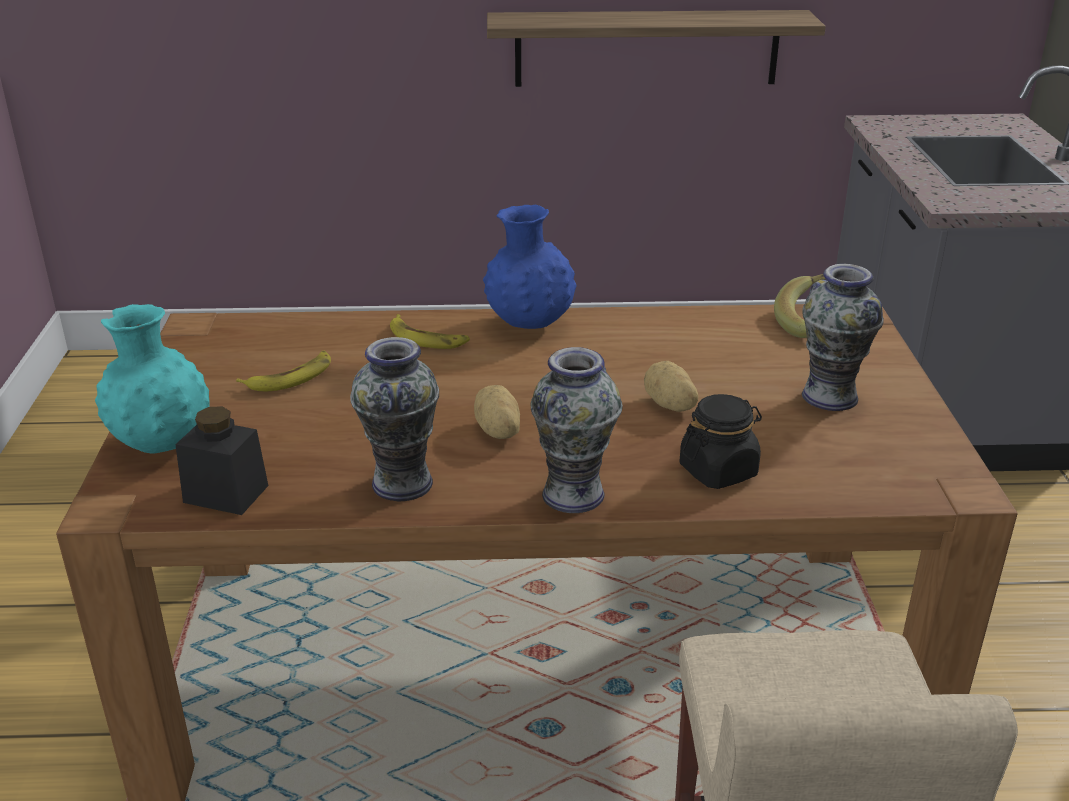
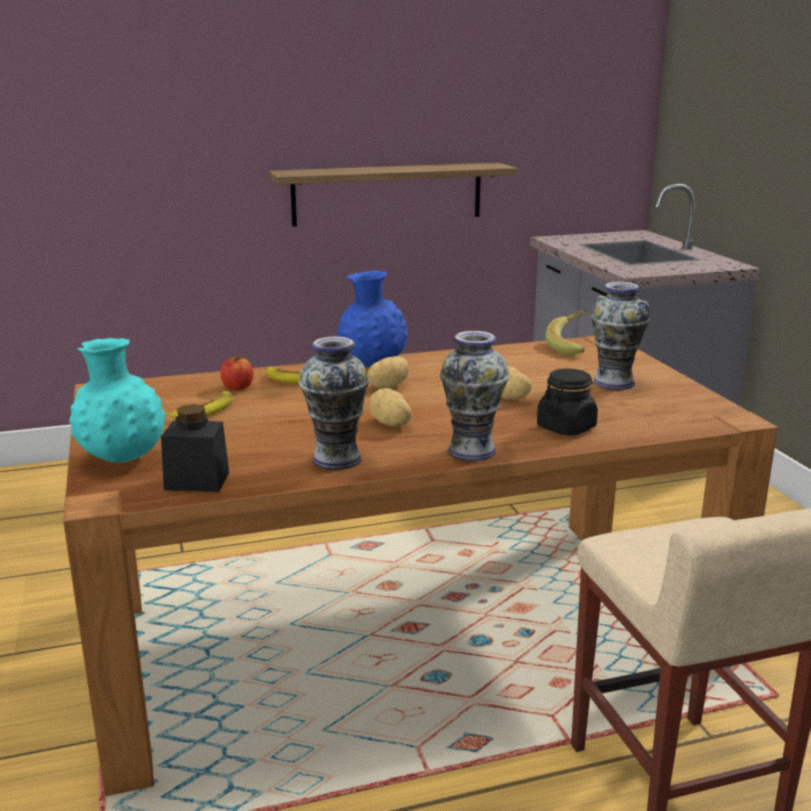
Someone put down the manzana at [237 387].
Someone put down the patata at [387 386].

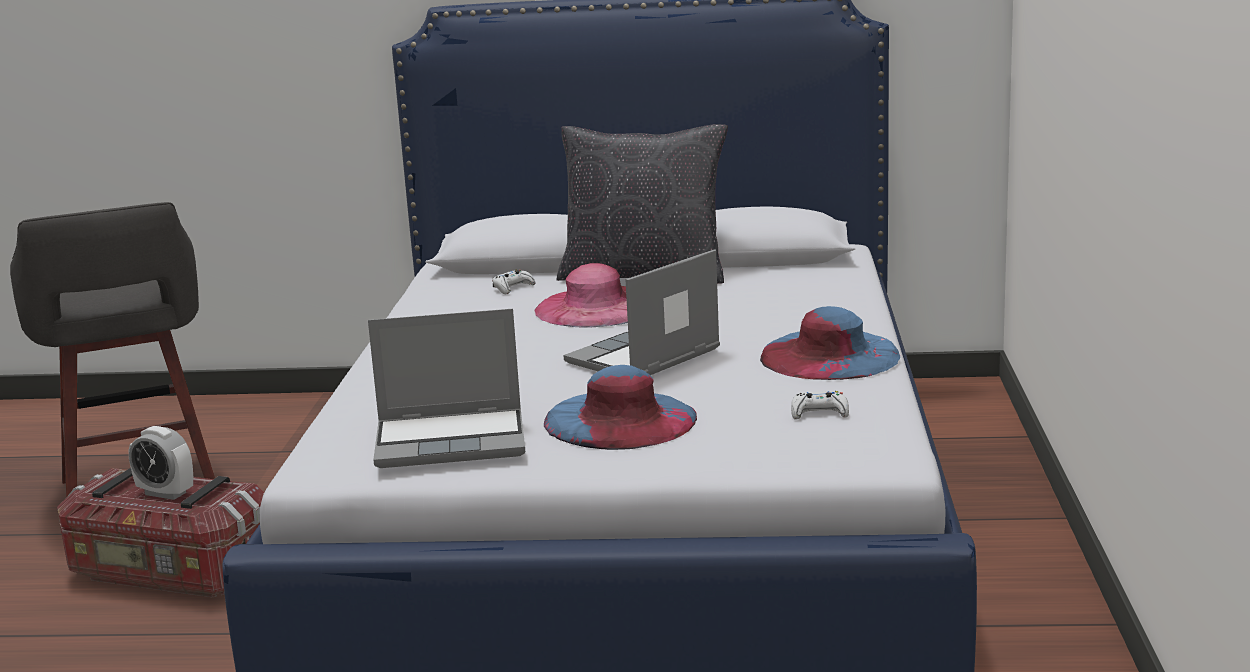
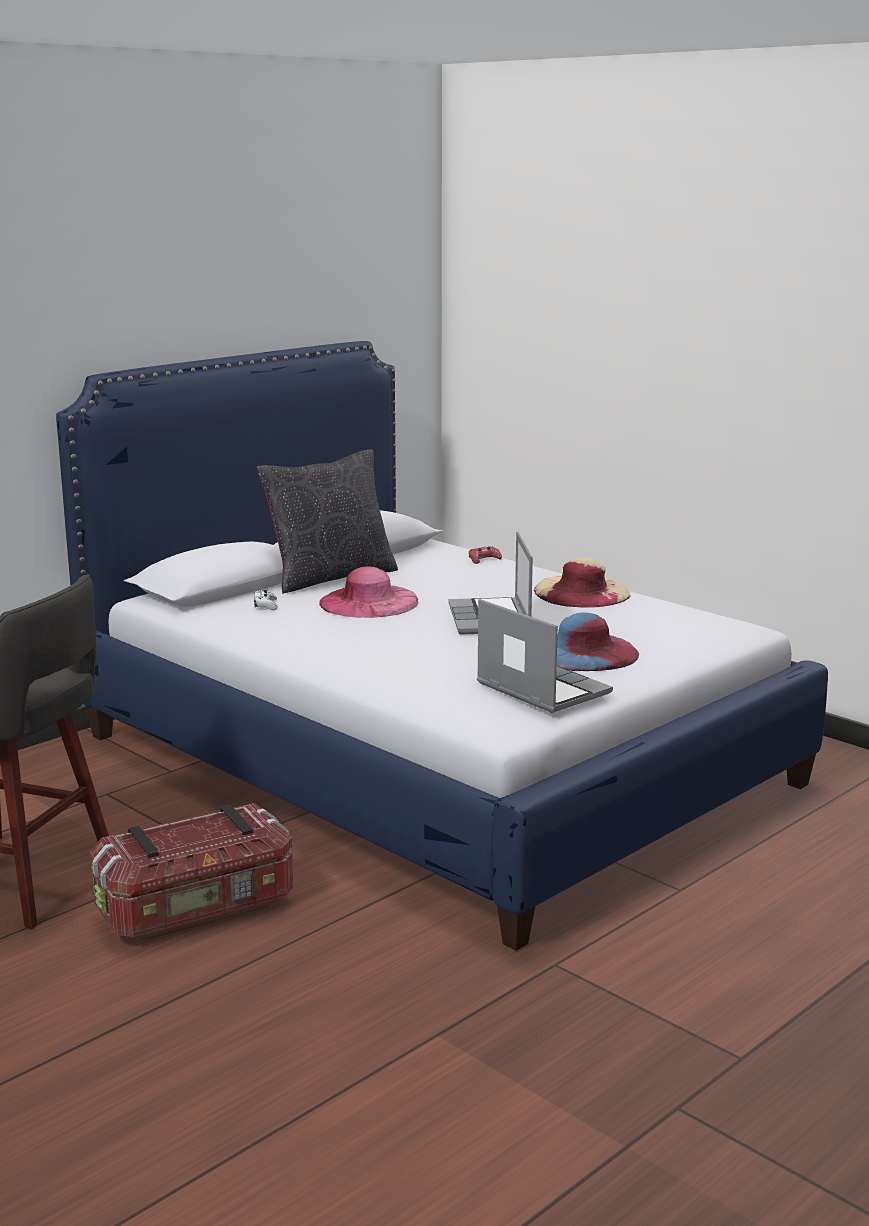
Someone took away the despertador at [165 493].
Someone rotated the portátil at [453 441] by 75 degrees counterclockwise.
Someone repainted the sombrero/azul at [830 356], which became the sombrero/beis at [581 592].
Someone took away the mando de consola/blanco at [819 413].
Someone put down the mando de consola/rojo at [483 559].

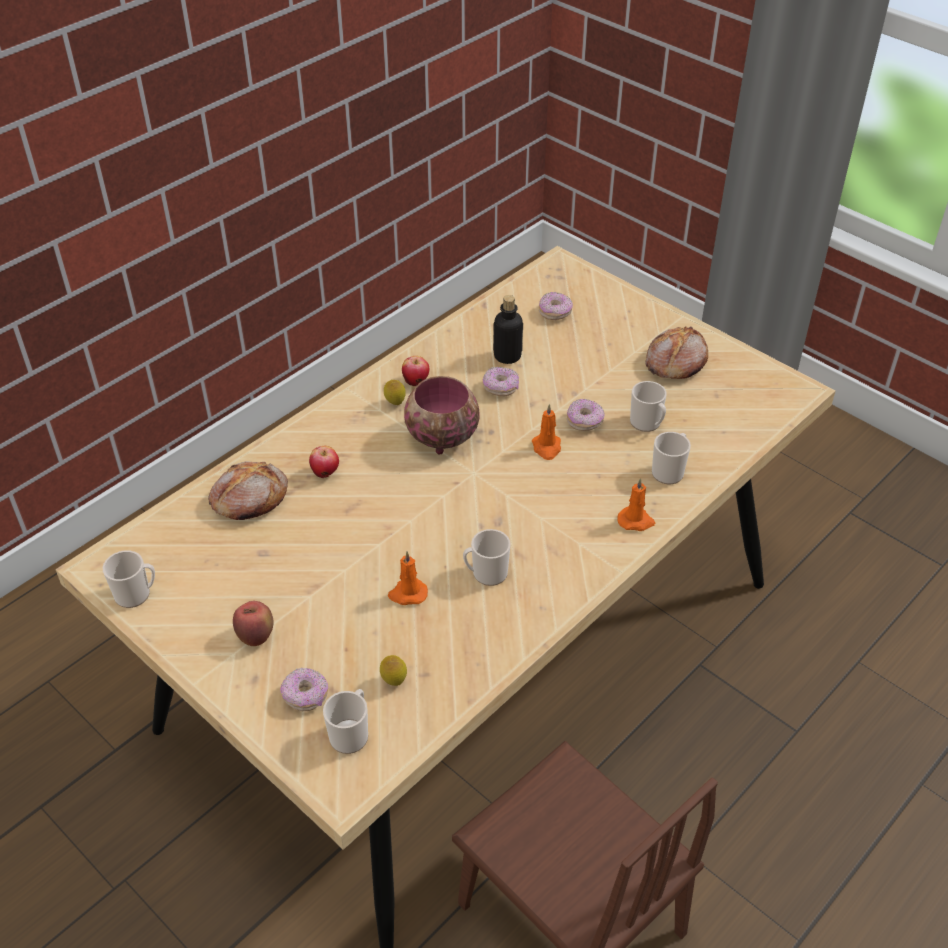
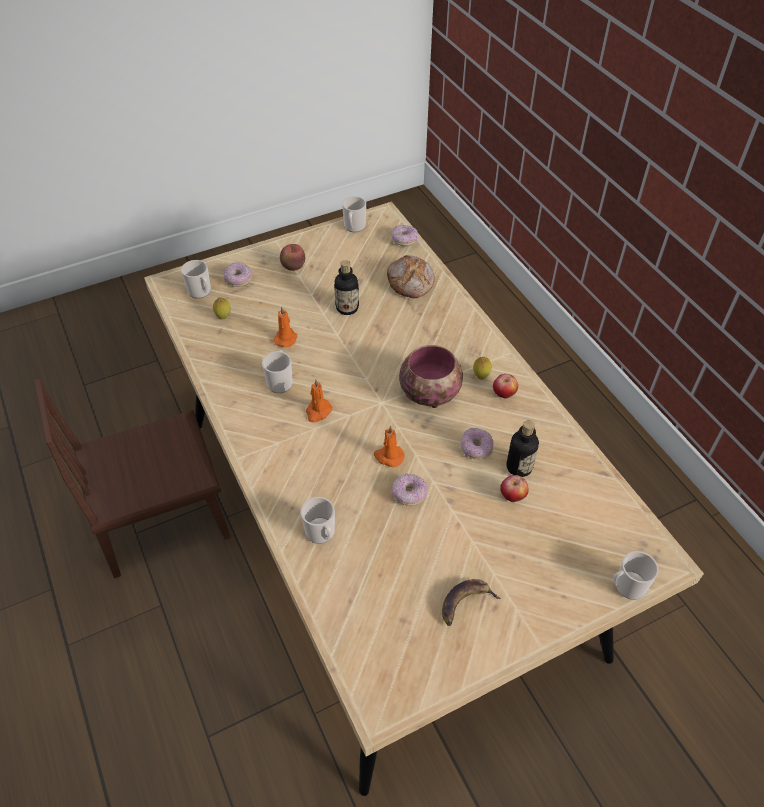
Someone carried the manzana from [325 473] to [512 497].
Someone carried the rosquilla from [555 313] to [404 240].
Someone carried the vela/naranja from [636 521] to [318 412].
Someone carried the taza grande from [647 423] to [627 586].
Someone swapped the pan at [674 362] for the plátano at [465 603].
Someone put down the botella at [347 308].

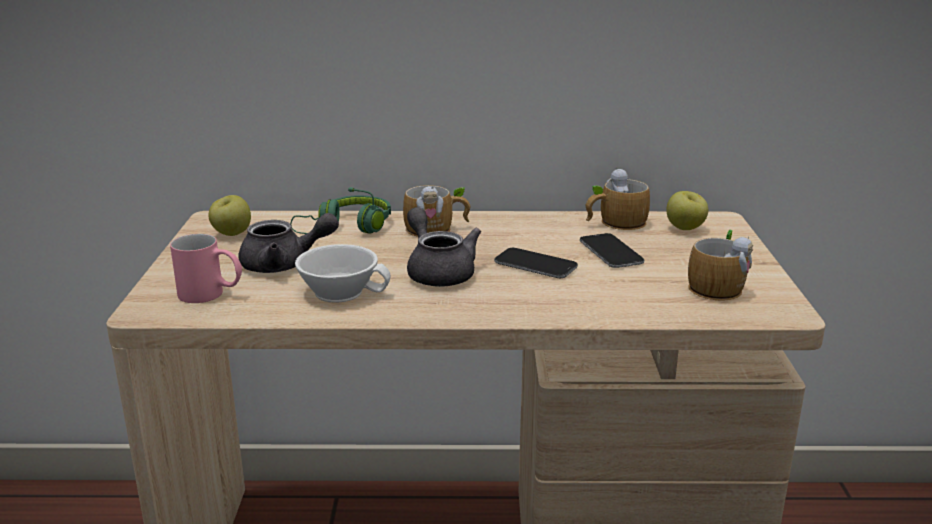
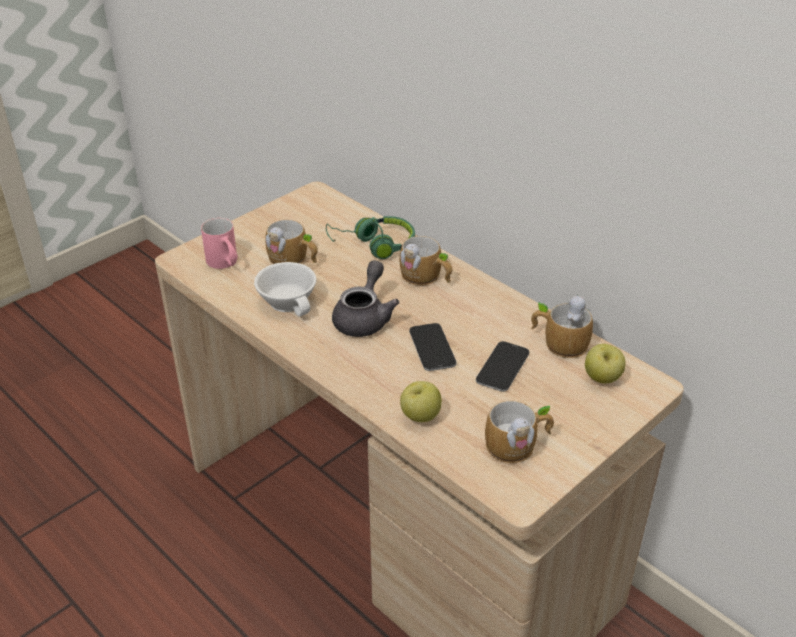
Someone carried the manzana from [232 234] to [420 416].
Someone swapped the tetera/gris at [284 264] for the taza grande at [293 259].

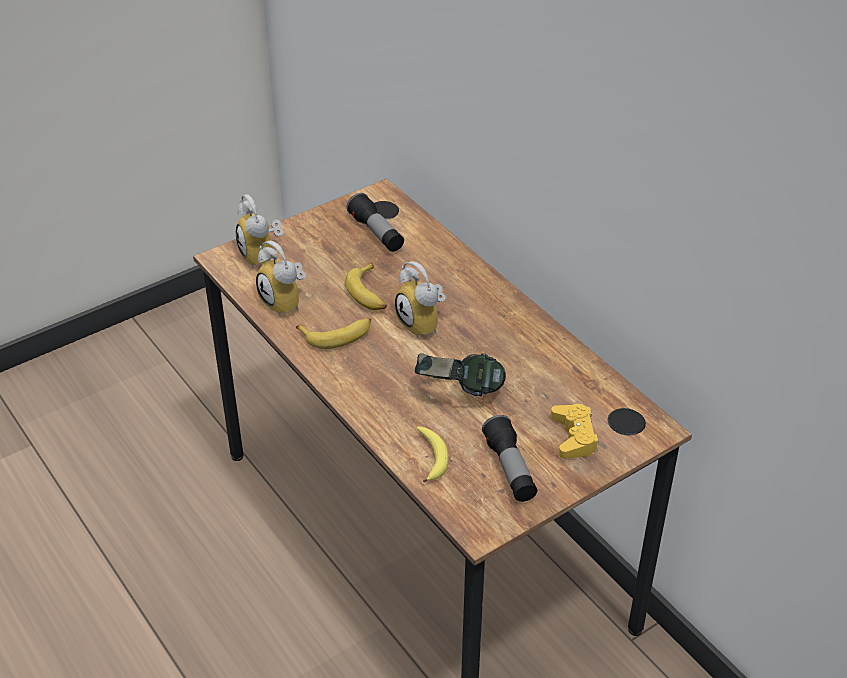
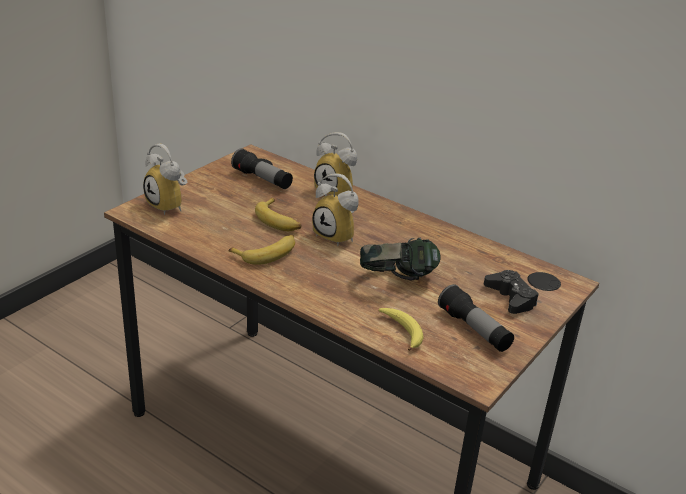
Someone carried the despertador from [287 302] to [337 191].
Someone repainted the mando de consola/amarillo at [574 436], which became the mando de consola/negro at [511 298].

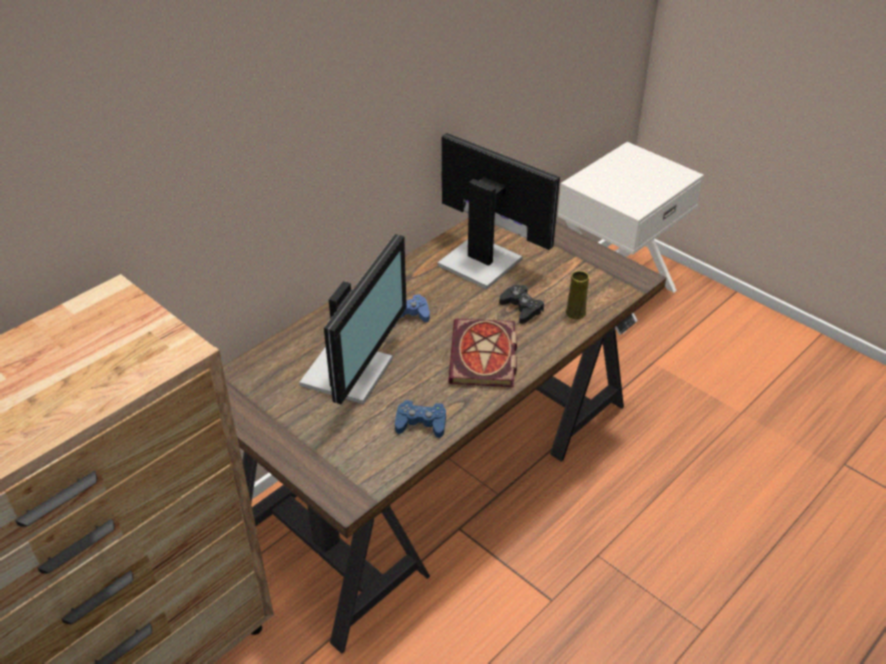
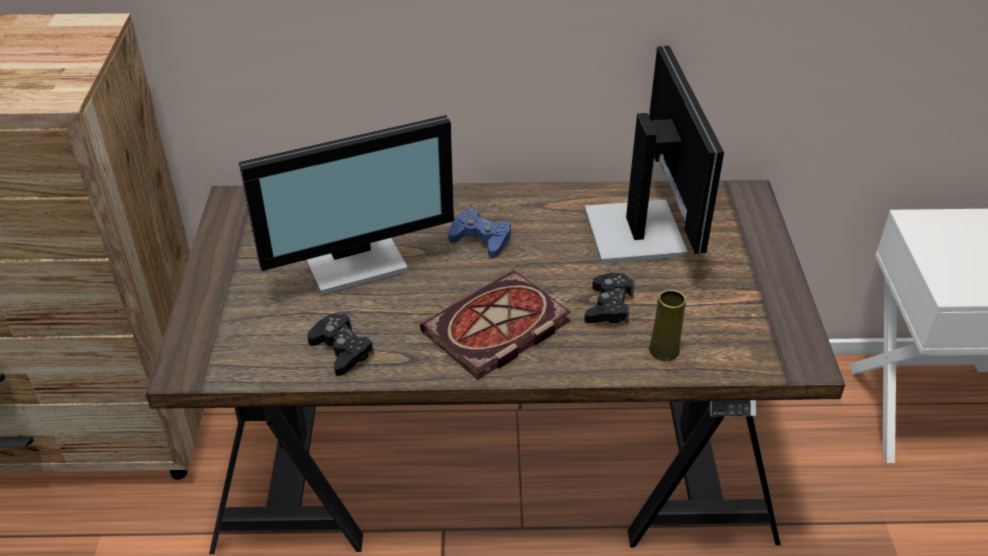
Someone repainted the mando de consola/azul at [421 423], which became the mando de consola/negro at [341 350].

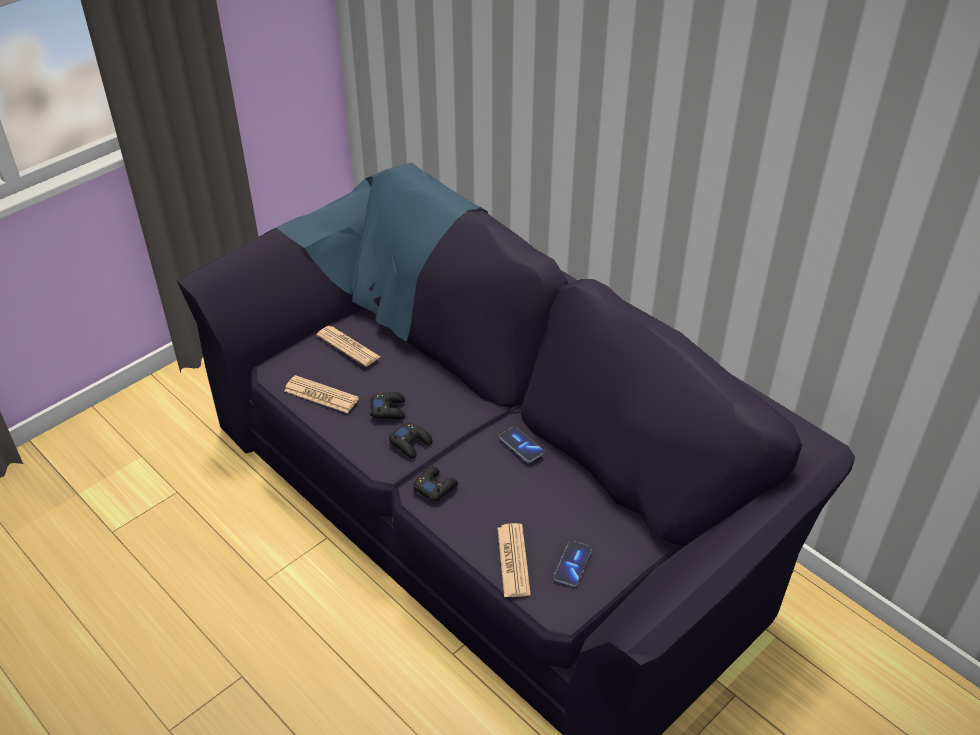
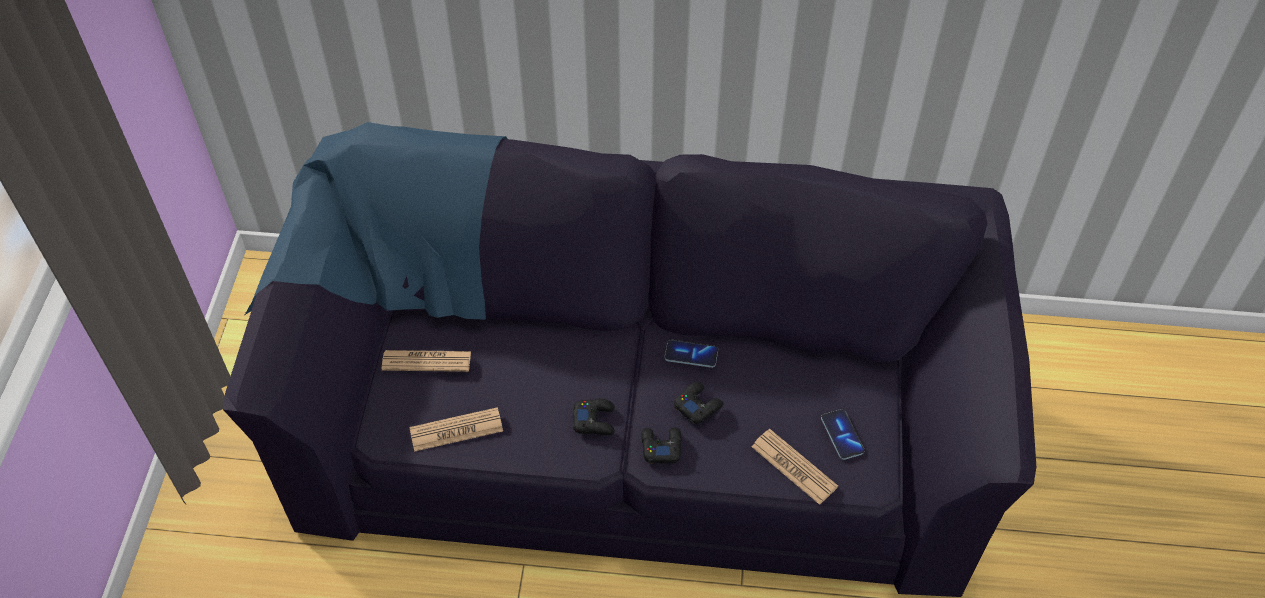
Someone carried the mando de consola/negro from [388 409] to [698 405].

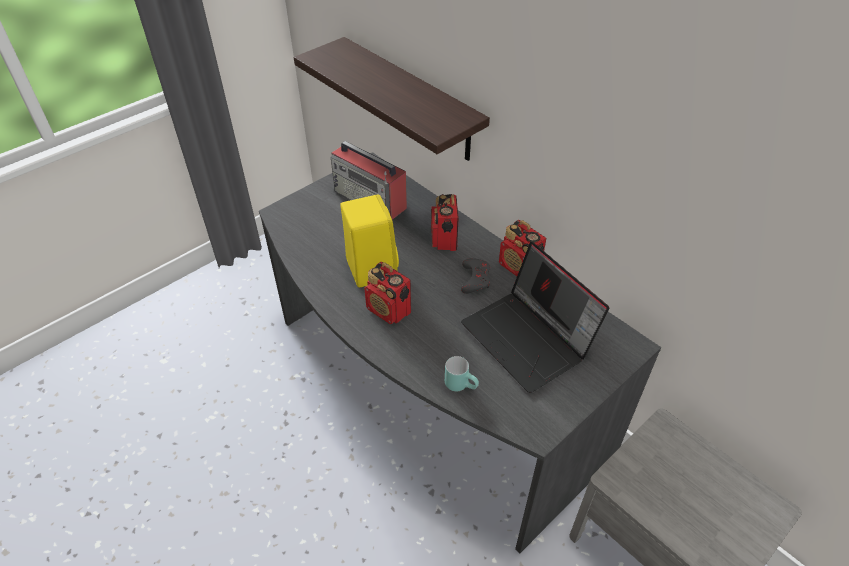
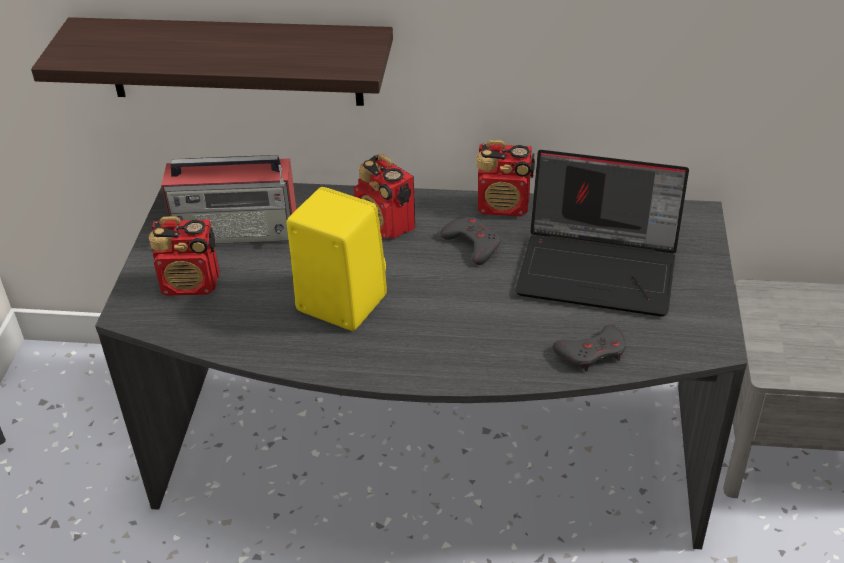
Someone carried the radio from [389 311] to [191 284].
Someone swapped the taza grande/turquesa at [461 384] for the mando de consola/gris at [592 352].

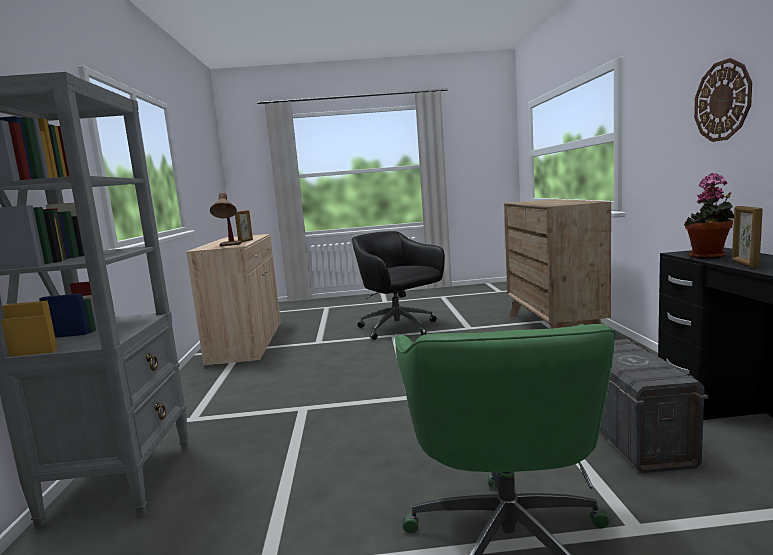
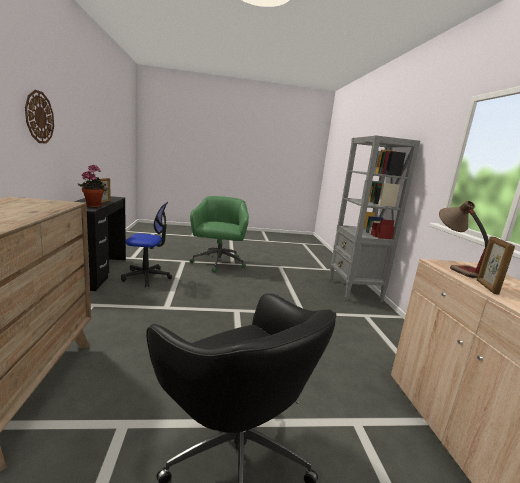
Someone swapped the caja de almacenaje/gris at [633 436] for the silla de oficina at [147 277].

